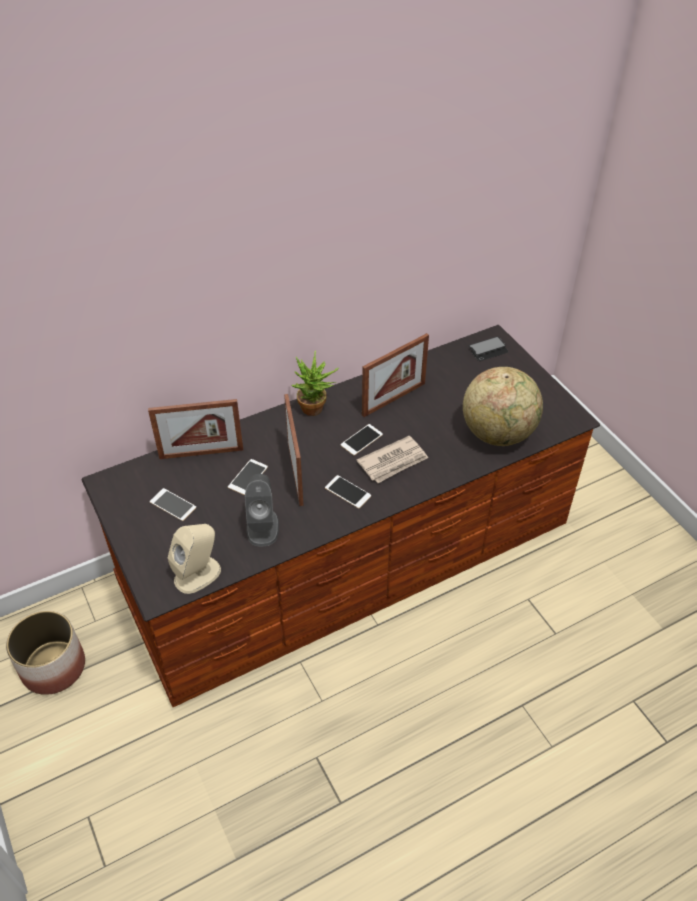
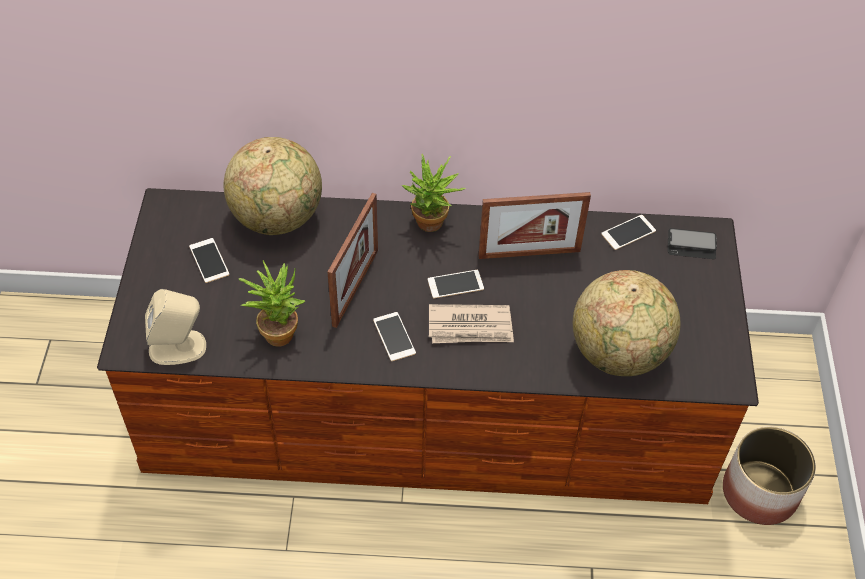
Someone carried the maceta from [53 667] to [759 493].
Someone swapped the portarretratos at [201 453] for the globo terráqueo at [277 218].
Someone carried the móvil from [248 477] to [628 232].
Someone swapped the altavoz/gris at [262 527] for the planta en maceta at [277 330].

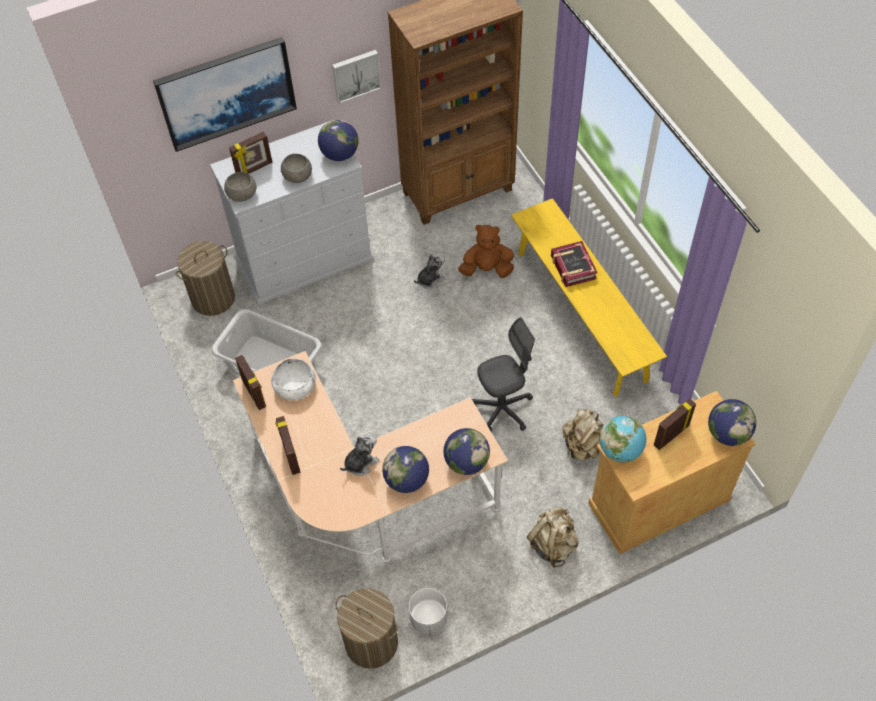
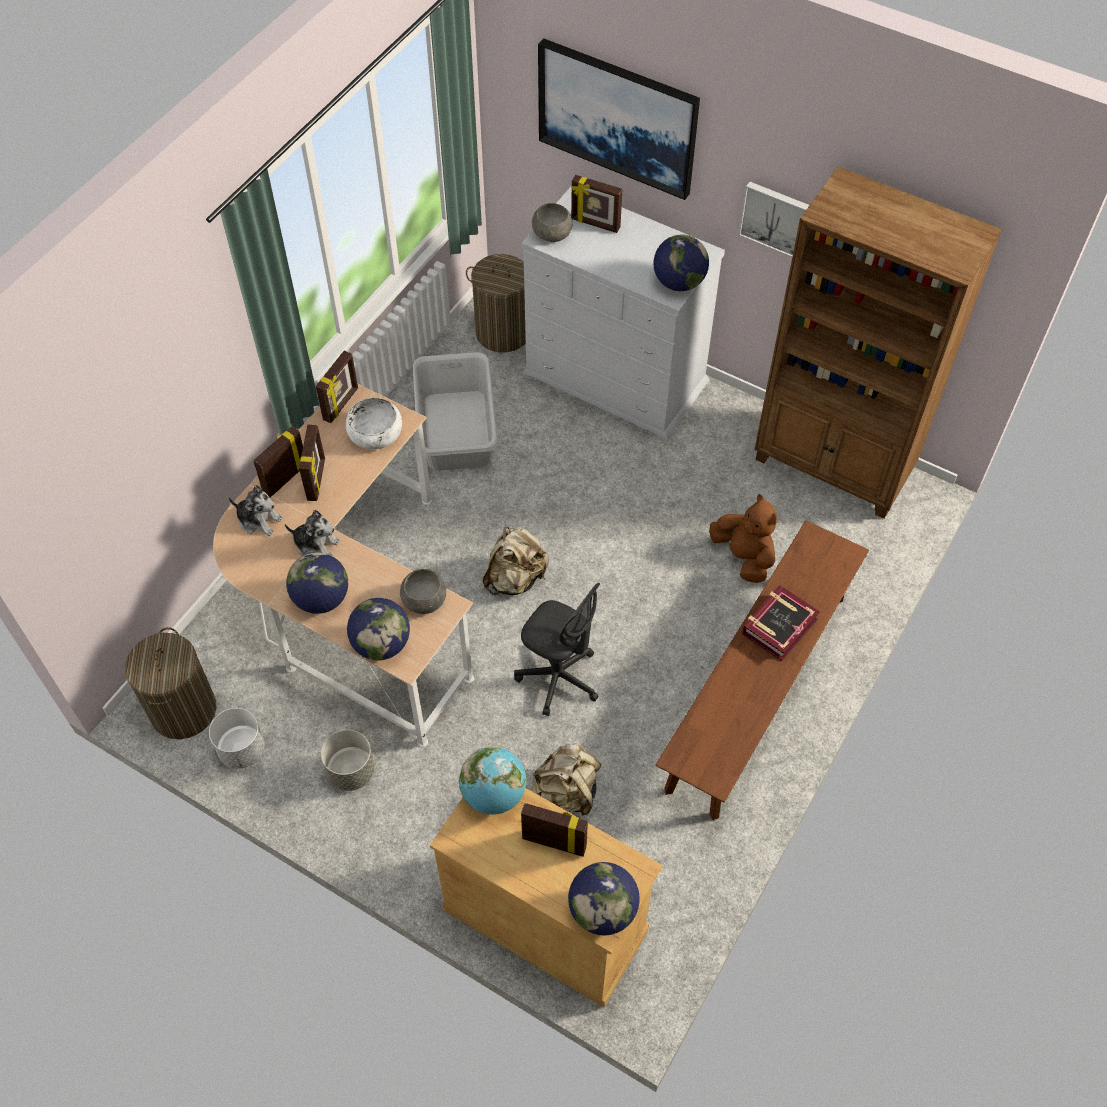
Someone carried the cuenco/gris from [298 176] to [424 600].
Someone carried the peluche from [430 280] to [259 520].
Someone repainted the banco/amarillo at [581 315], which became the banco/marrón at [757 691].
Someone carried the mochila/beis from [553 544] to [515 578].
Someone put down the portarretratos at [317 480].
Someone put down the maceta/gris at [351 771].

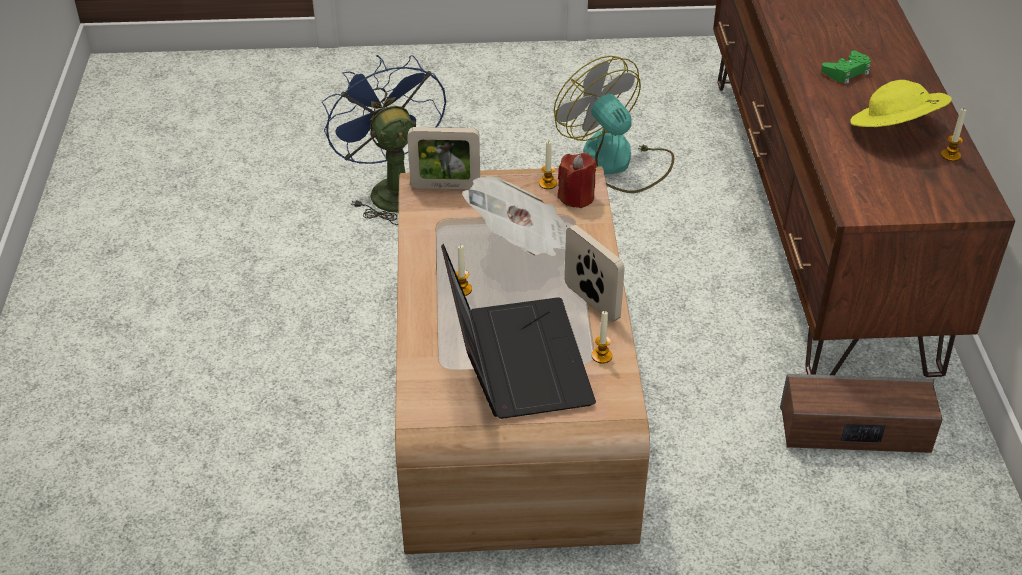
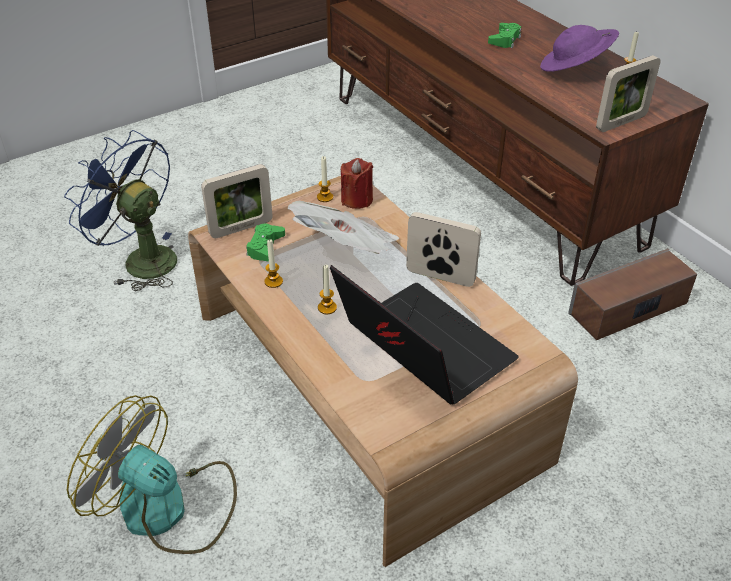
Someone carried the ventilador from [617 163] to [168 508].
Someone carried the vela from [601 356] to [273 281].
Someone repainted the sombrero/amarillo at [894 130], which became the sombrero/morado at [575 69].
Someone put down the mando de consola/verde at [265 247].
Someone put down the portarretratos at [621 122].

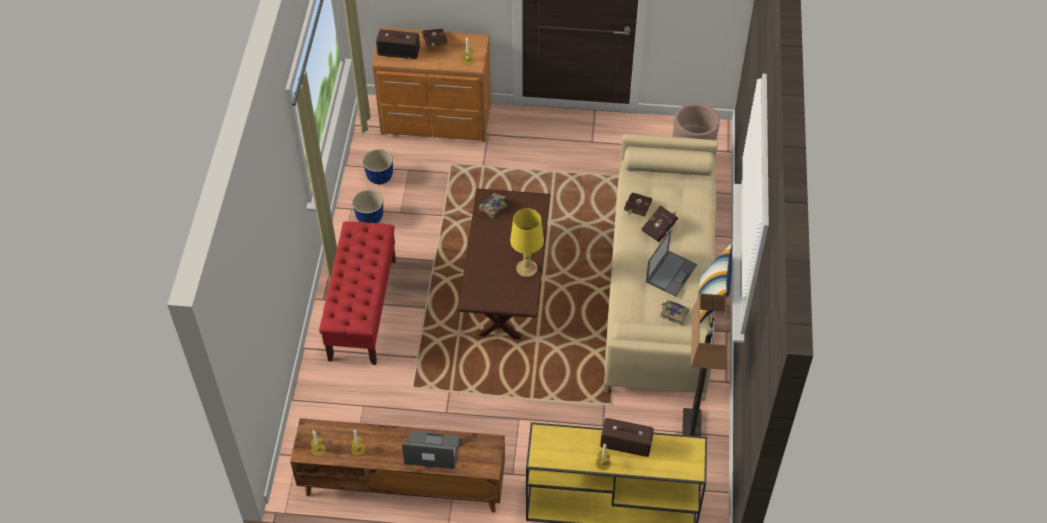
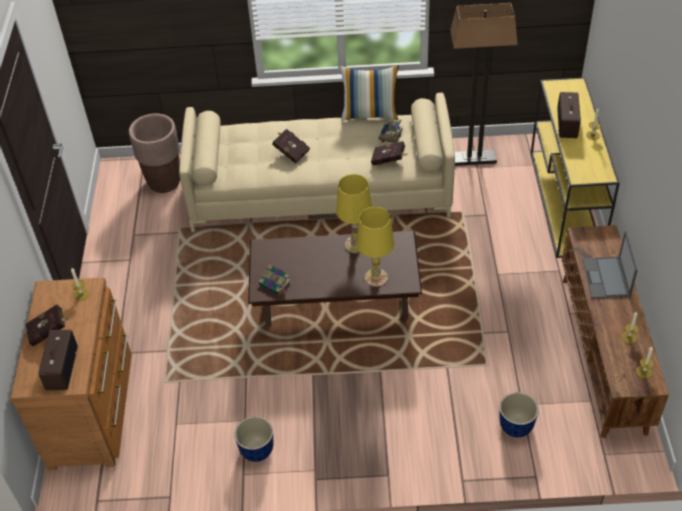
Someone took away the banco/rojo at [362 308].
Someone carried the maceta from [379 177] to [516 427].
Someone carried the libro/rojo from [636 211] to [389 160].
Someone took away the portátil at [671 273].
Someone put down the lámpara de mesa/amarillo at [376 277].

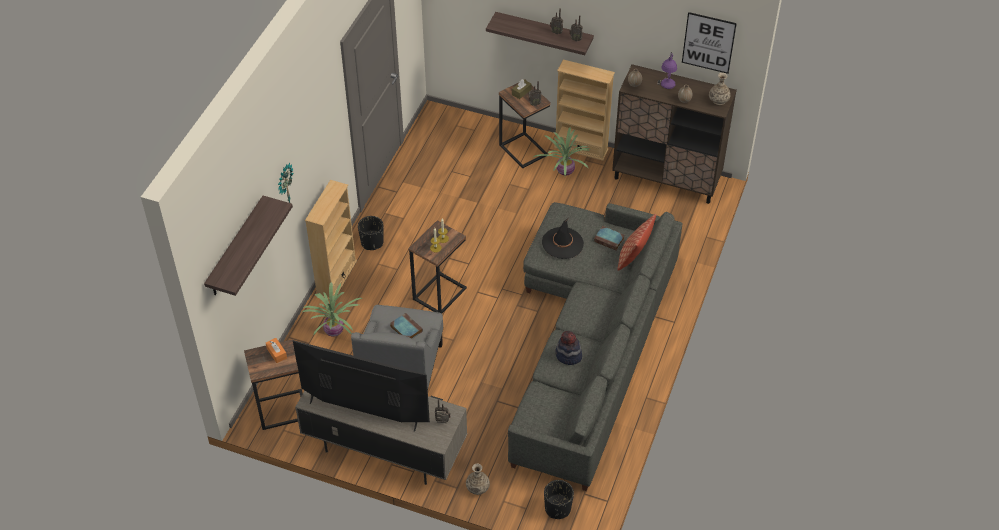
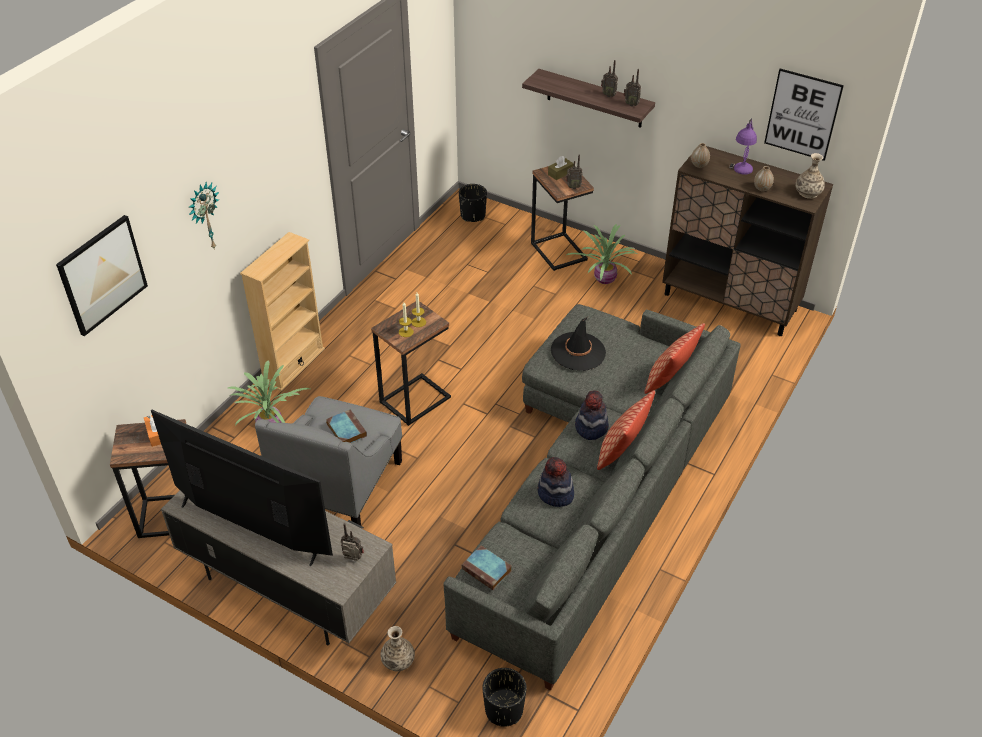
Someone swapped the estante at [236 248] for the cuadro at [102 275].
Someone carried the maceta/negro from [372 242] to [473 215].
Someone took away the estantería/beis at [581 148].
Someone carried the libro from [609 240] to [487 570].
Someone put down the sombrero at [591 427].
Someone put down the cojín at [621 452].

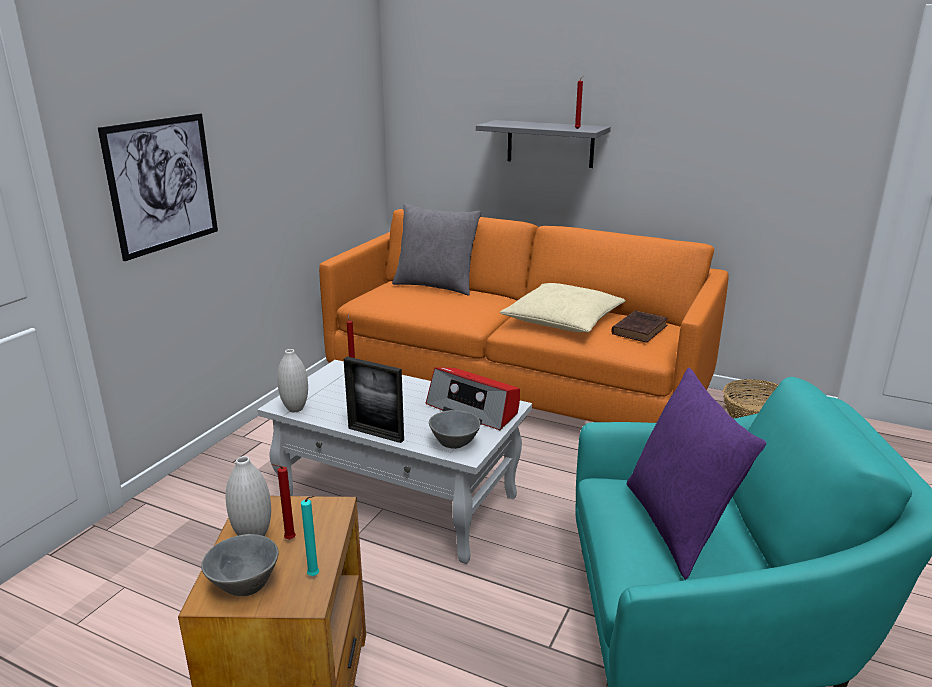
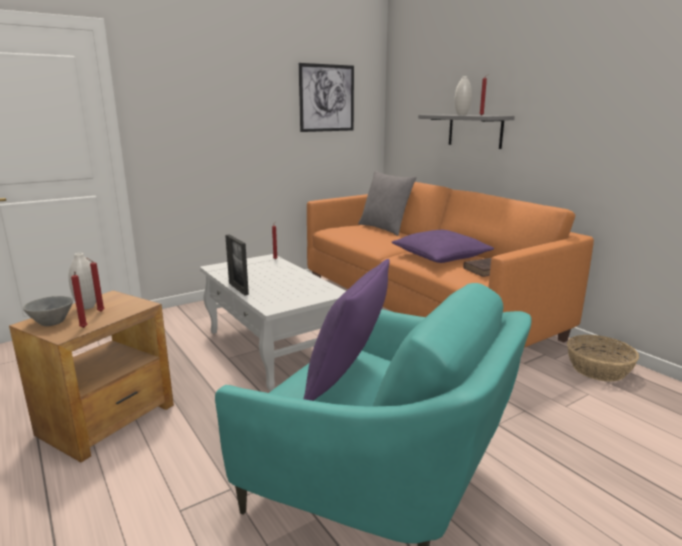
Someone carried the cuadro from [162 184] to [327 98].
Someone carried the florero/blanco from [295 409] to [462 115].
Someone repainted the vela/turquesa at [315 576], which became the vela/rojo at [83 328].
Someone took away the radio at [474 409].
Someone took away the cuenco/gris at [454 444].
Someone repainted the cojín/beis at [563 320], which became the cojín/morado at [440 256].

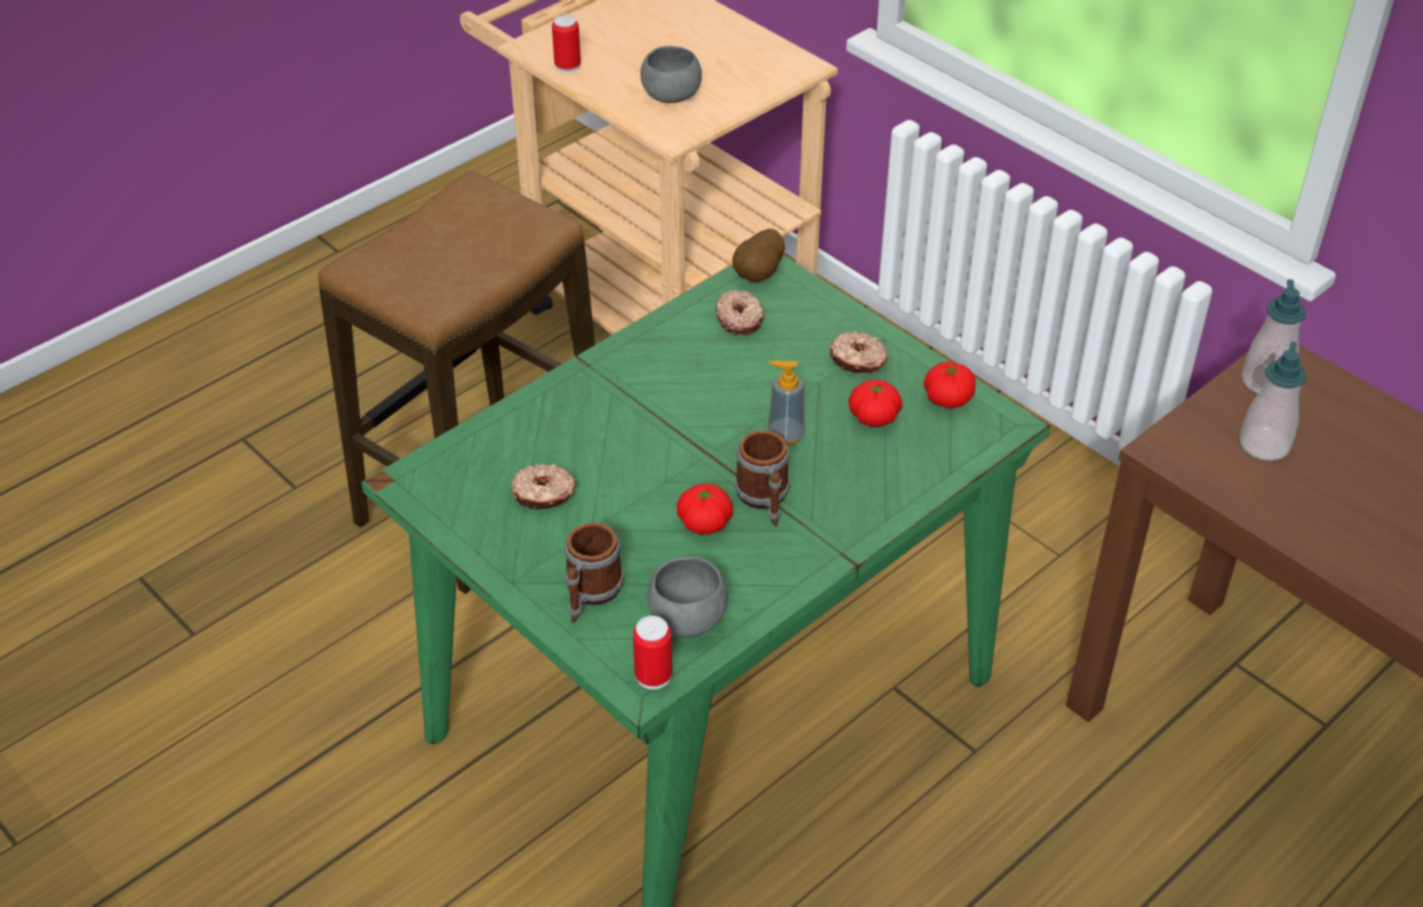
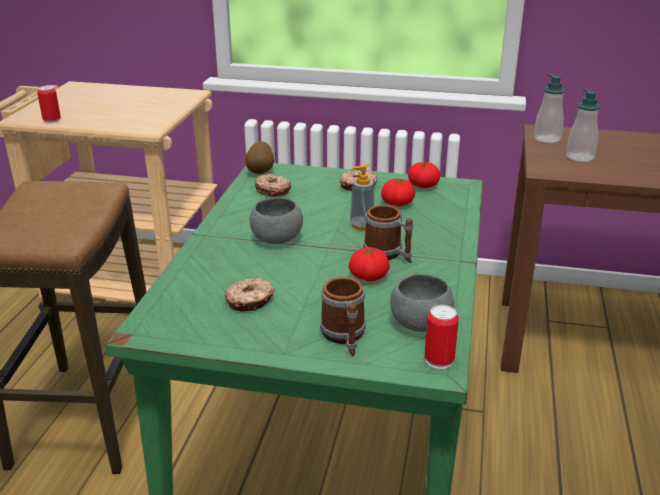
Someone carried the cuenco/gris from [671 95] to [276 239].

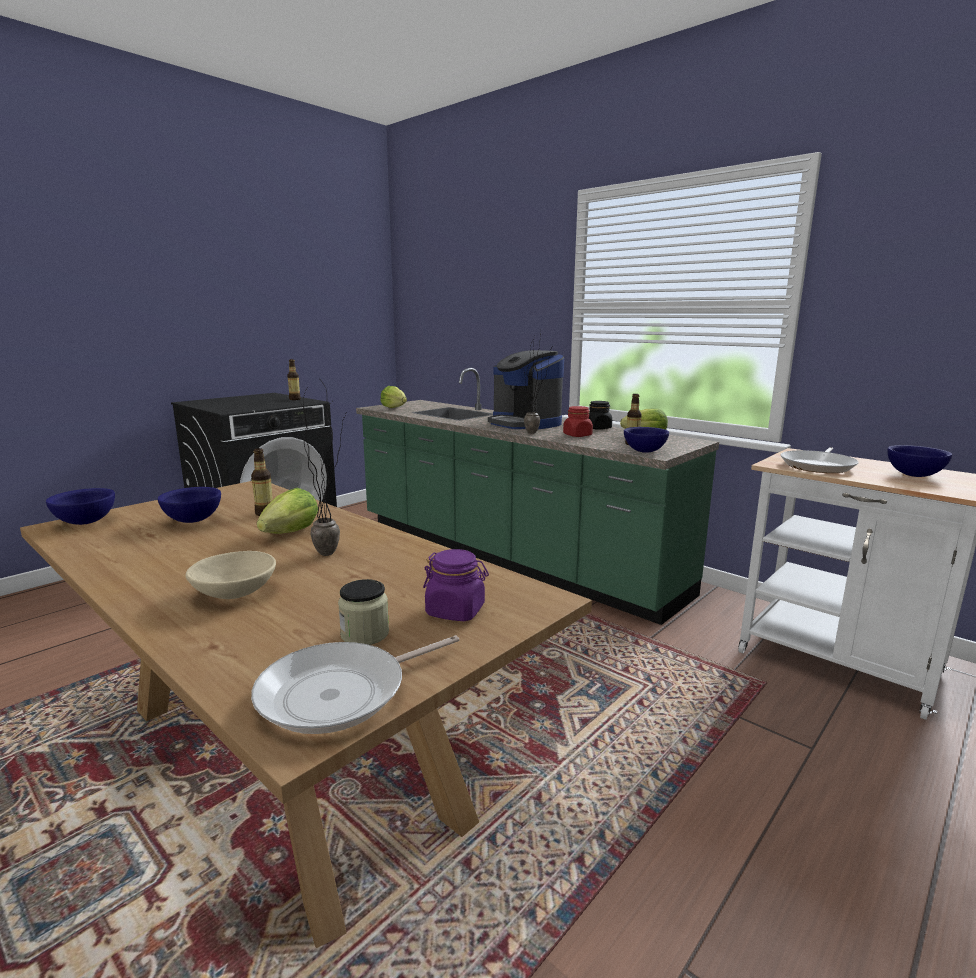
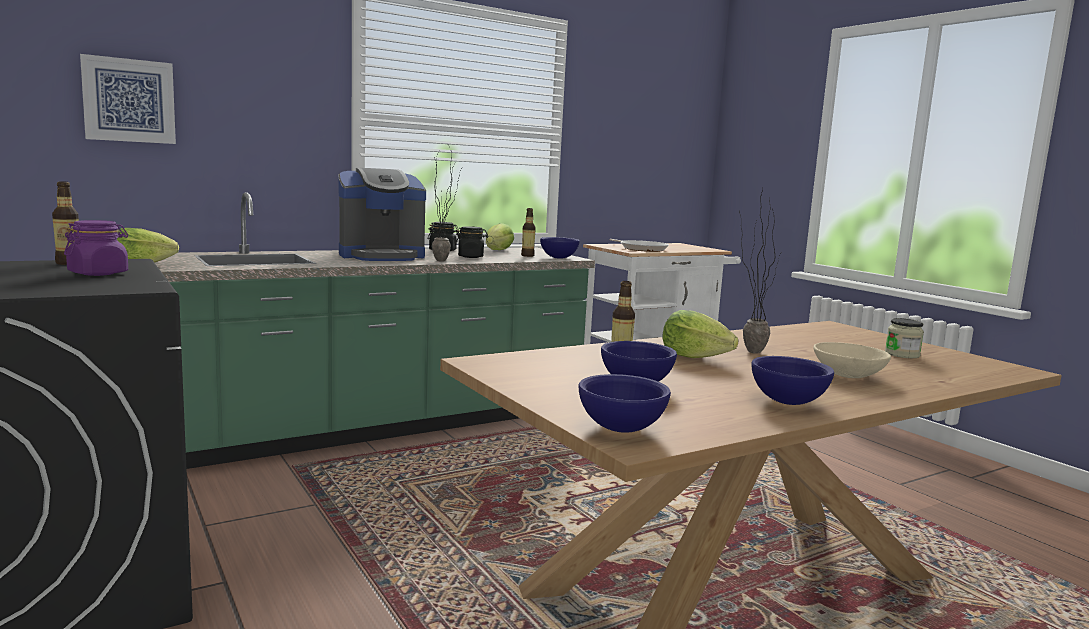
Someone took away the sartén at [341 693].
Someone carried the tarro/morado from [455 611] to [98 273].
Someone repainted the tarro/rojo at [577 435], which became the tarro/negro at [471 257].
Someone carried the cuenco/azul from [913 475] to [786 402].
Someone put up the cuadro at [129 100].

